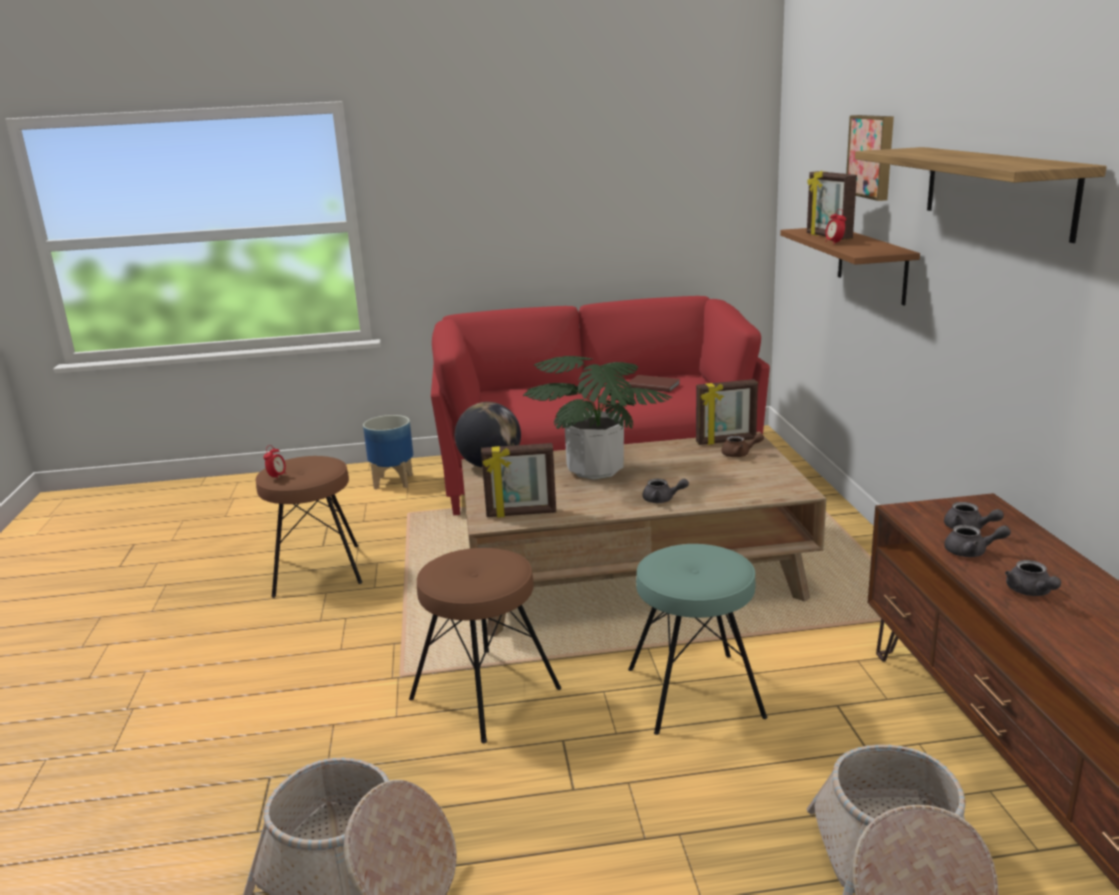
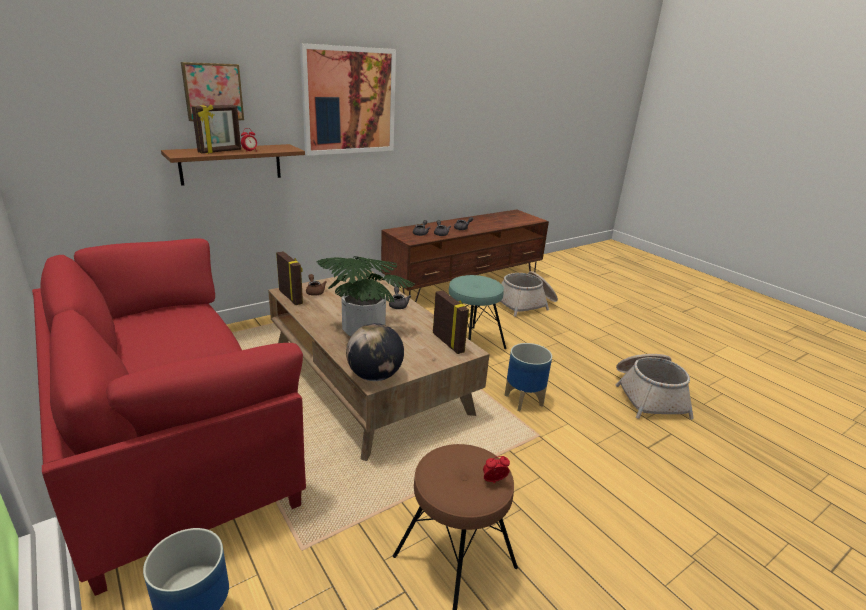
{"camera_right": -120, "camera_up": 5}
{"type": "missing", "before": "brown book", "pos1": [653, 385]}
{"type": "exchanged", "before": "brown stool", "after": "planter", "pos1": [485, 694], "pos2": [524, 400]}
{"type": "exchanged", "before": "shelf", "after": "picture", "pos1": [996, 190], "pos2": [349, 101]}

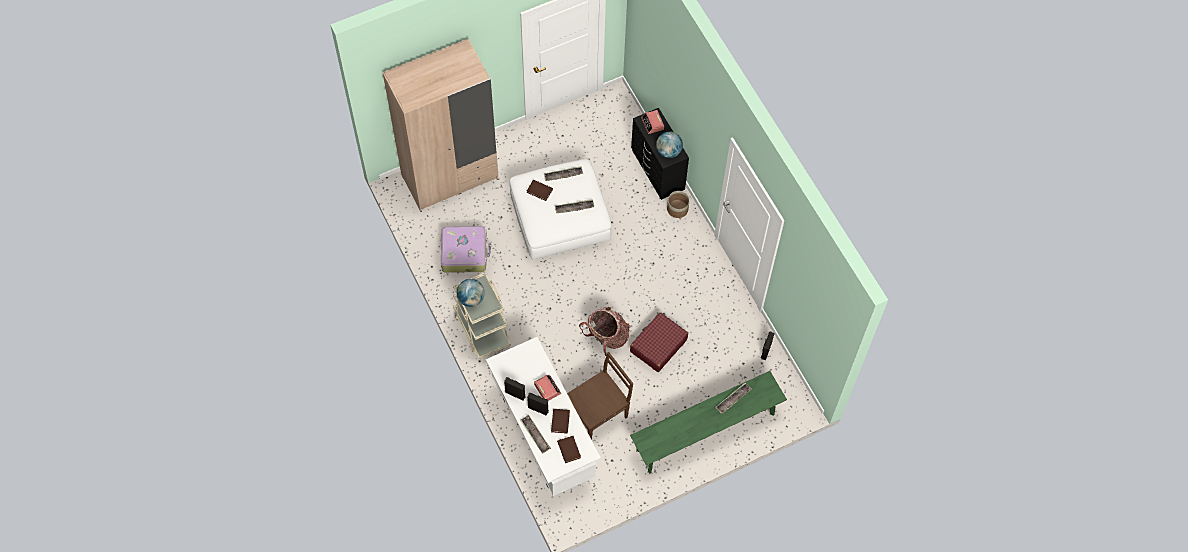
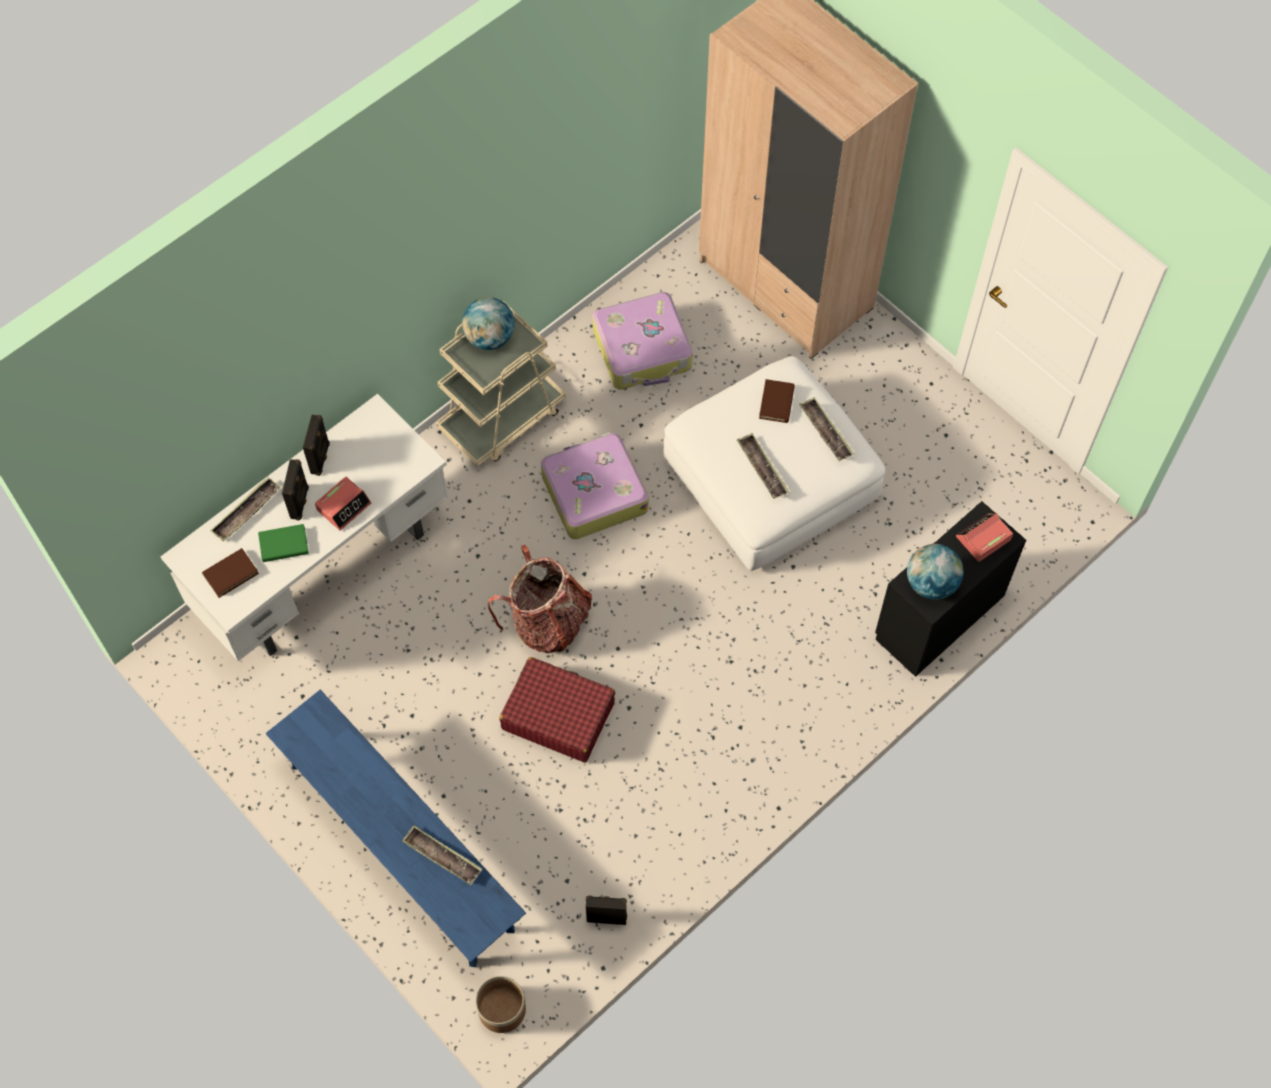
{"camera_right": 75, "camera_up": 0}
{"type": "missing", "before": "brown chair", "pos1": [598, 413]}
{"type": "appeared", "after": "suitcase", "pos2": [593, 493]}
{"type": "relocated", "before": "planter", "pos1": [677, 209], "pos2": [502, 1010]}
{"type": "colour", "before": "brown book", "after": "green book", "pos1": [560, 421], "pos2": [284, 545]}
{"type": "colour", "before": "green bench", "after": "blue bench", "pos1": [705, 432], "pos2": [401, 846]}

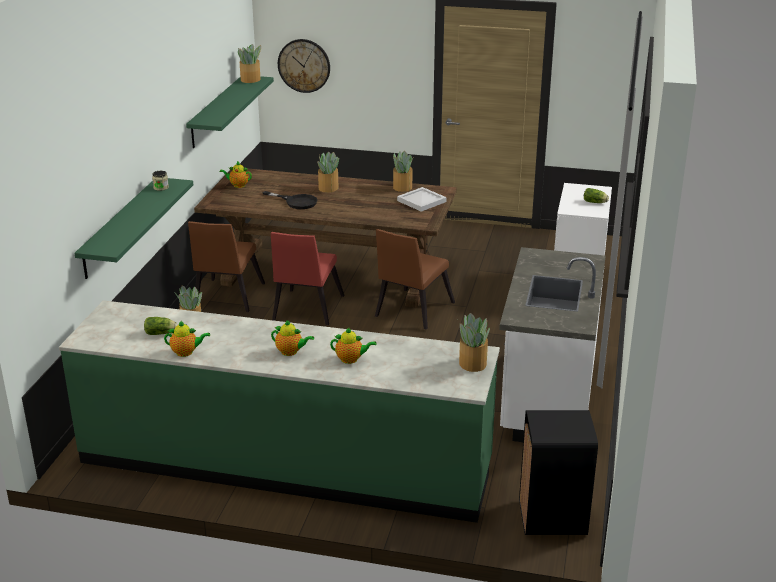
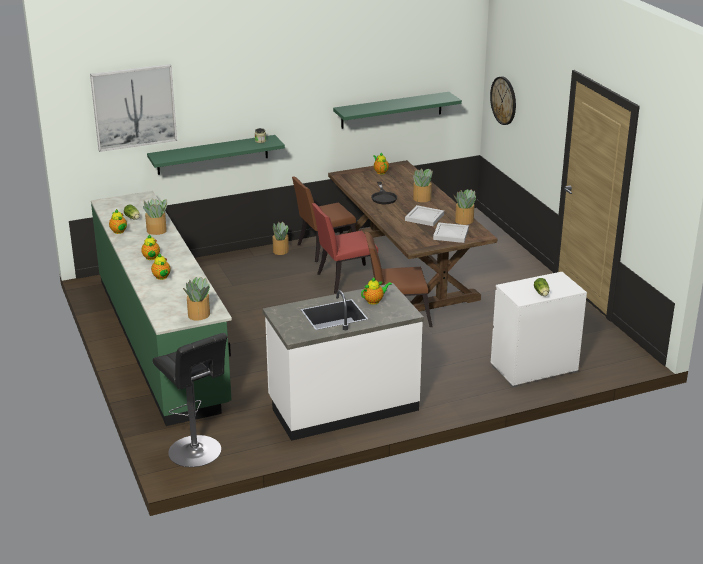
{"camera_right": 55, "camera_up": 0}
{"type": "appeared", "after": "picture", "pos2": [134, 107]}
{"type": "appeared", "after": "teapot", "pos2": [374, 301]}
{"type": "appeared", "after": "white tray", "pos2": [425, 217]}
{"type": "relocated", "before": "potted plant", "pos1": [251, 80], "pos2": [157, 231]}
{"type": "exchanged", "before": "black trash can", "after": "black stool", "pos1": [553, 519], "pos2": [197, 453]}

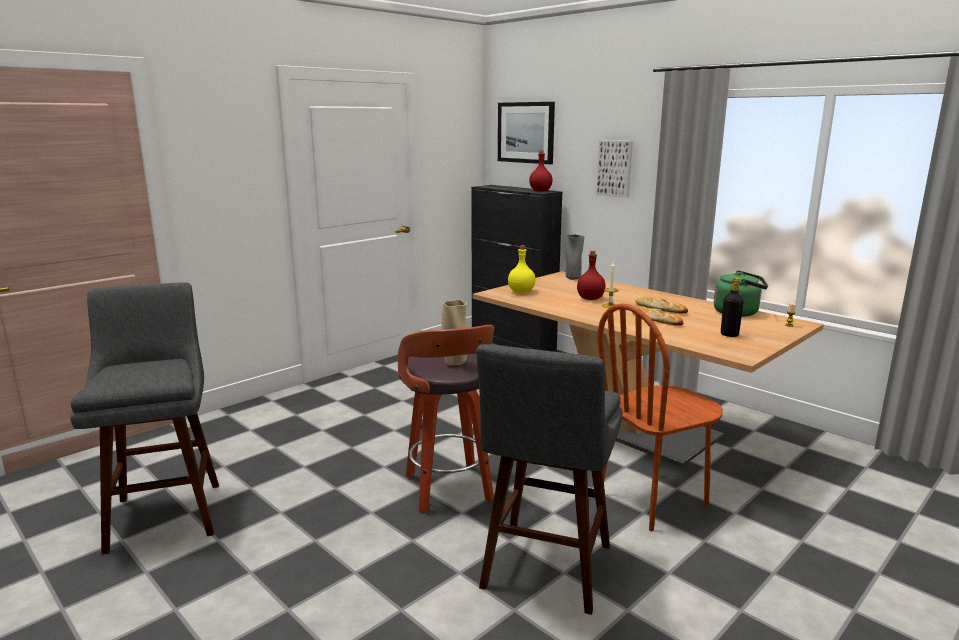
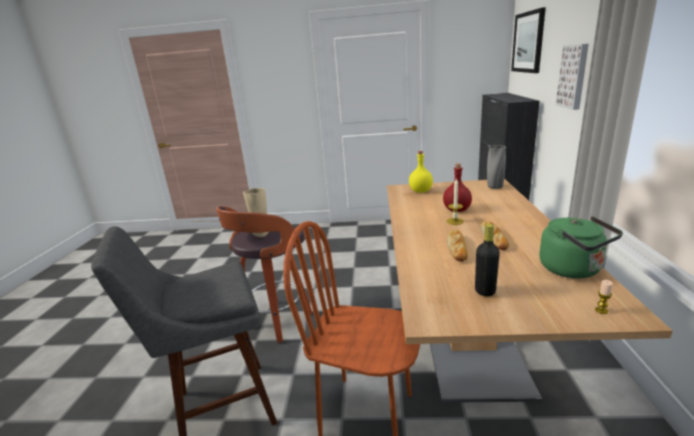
{"camera_right": 50, "camera_up": 5}
{"type": "missing", "before": "grey stool", "pos1": [166, 512]}
{"type": "missing", "before": "red bottle", "pos1": [540, 191]}

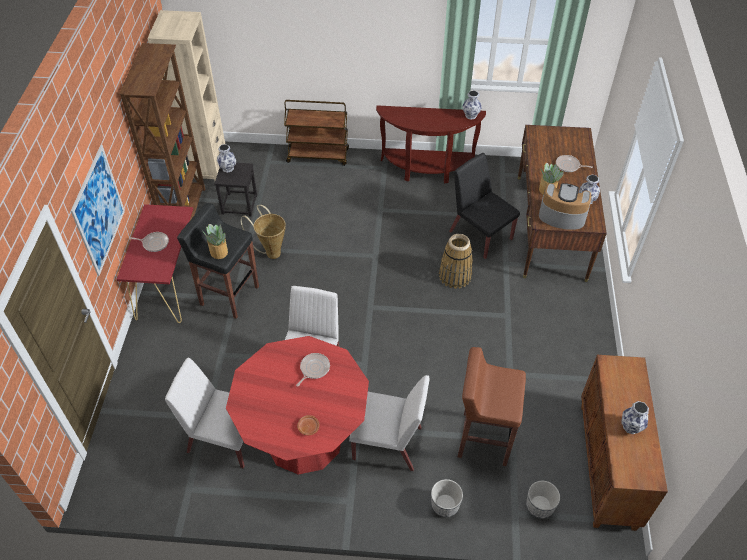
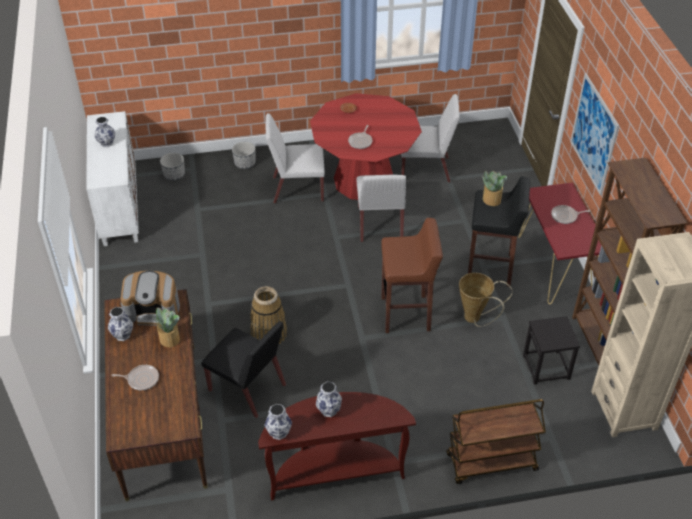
{"camera_right": 165, "camera_up": -5}
{"type": "relocated", "before": "vase", "pos1": [227, 168], "pos2": [329, 410]}
{"type": "relocated", "before": "brown stool", "pos1": [483, 438], "pos2": [406, 314]}
{"type": "colour", "before": "brown cabinet", "after": "white cabinet", "pos1": [608, 466], "pos2": [119, 206]}

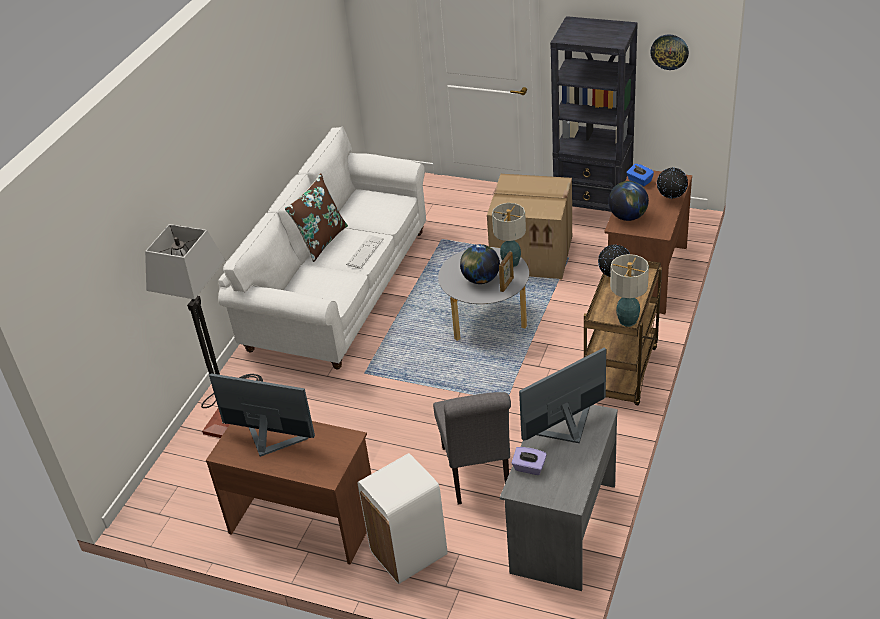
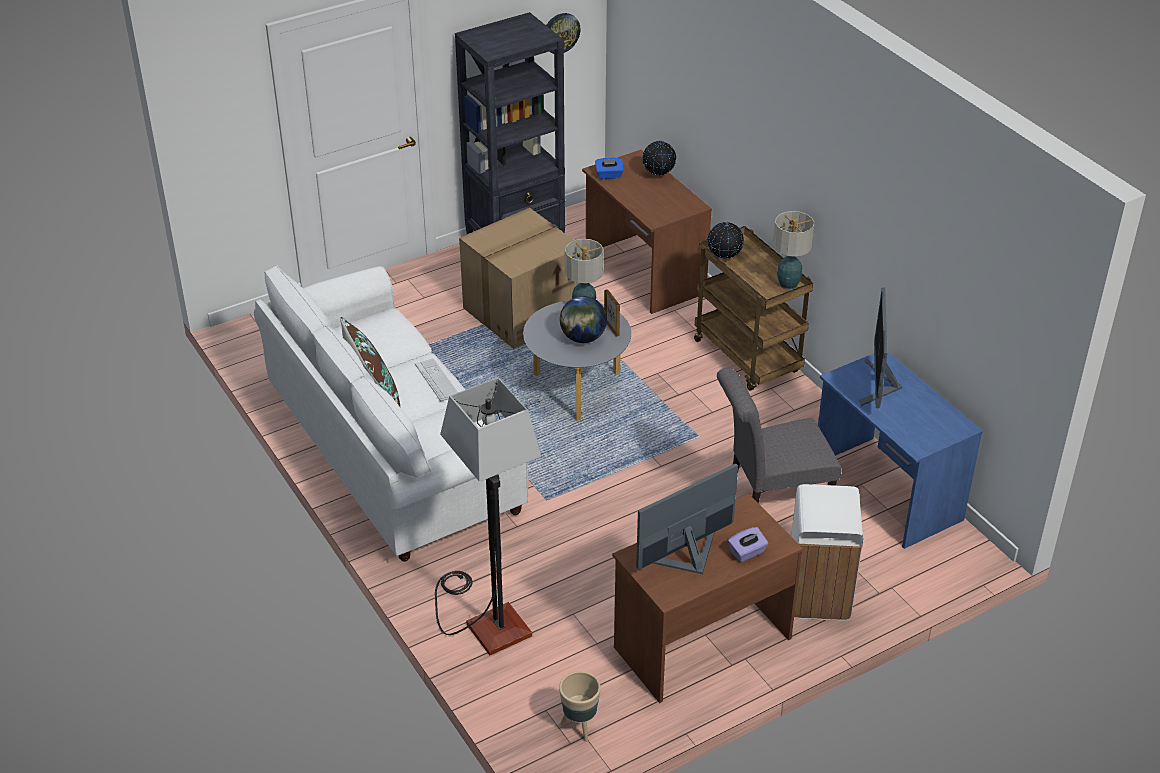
{"camera_right": -55, "camera_up": 0}
{"type": "missing", "before": "globe", "pos1": [628, 216]}
{"type": "appeared", "after": "beige planter", "pos2": [579, 727]}
{"type": "relocated", "before": "purple tissue box", "pos1": [529, 468], "pos2": [747, 553]}
{"type": "colour", "before": "grey desk", "after": "blue desk", "pos1": [562, 528], "pos2": [885, 492]}
{"type": "spun", "before": "grey chair", "pos1": [477, 474], "pos2": [770, 503], "turn": 135}

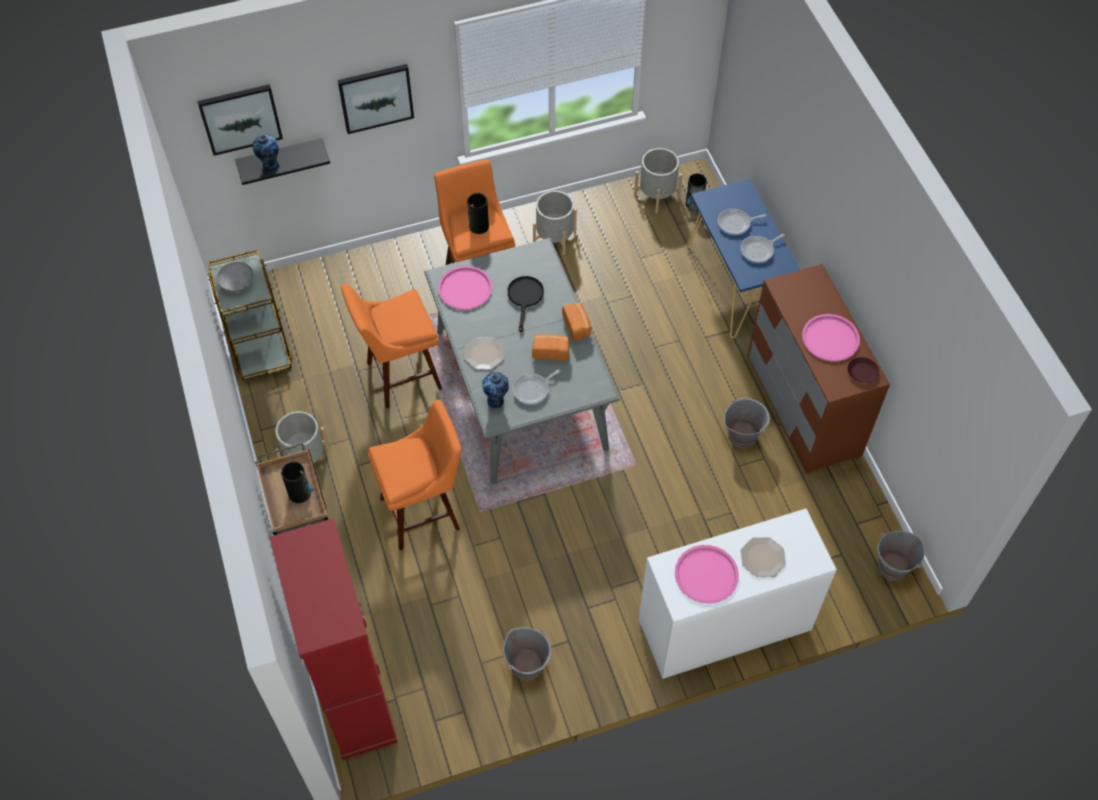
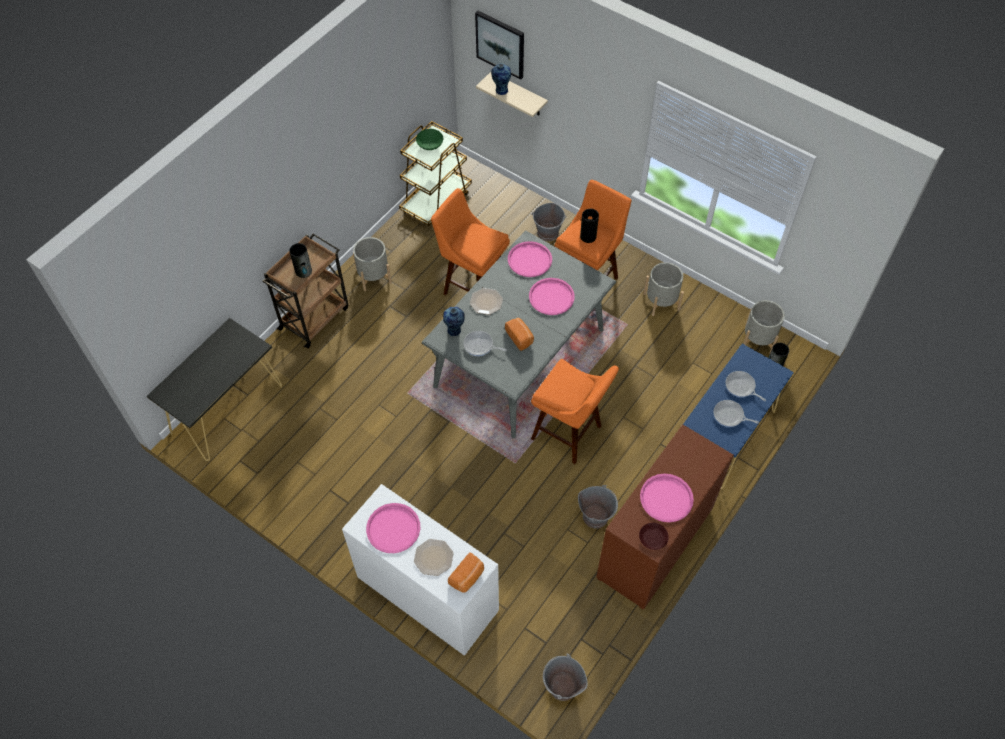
{"camera_right": 55, "camera_up": 0}
{"type": "missing", "before": "picture", "pos1": [376, 97]}
{"type": "relocated", "before": "orange stool", "pos1": [424, 512], "pos2": [569, 434]}
{"type": "relocated", "before": "grey bucket", "pos1": [527, 664], "pos2": [548, 233]}
{"type": "relocated", "before": "bread", "pos1": [577, 326], "pos2": [467, 577]}
{"type": "exchanged", "before": "red cabinet", "after": "black console table", "pos1": [356, 698], "pos2": [227, 409]}
{"type": "exchanged", "before": "black frying pan", "after": "pink tray", "pos1": [525, 298], "pos2": [551, 297]}
{"type": "colour", "before": "grey bowl", "after": "green bowl", "pos1": [237, 284], "pos2": [430, 145]}
{"type": "colour", "before": "black shelf", "after": "beige shelf", "pos1": [281, 159], "pos2": [519, 95]}

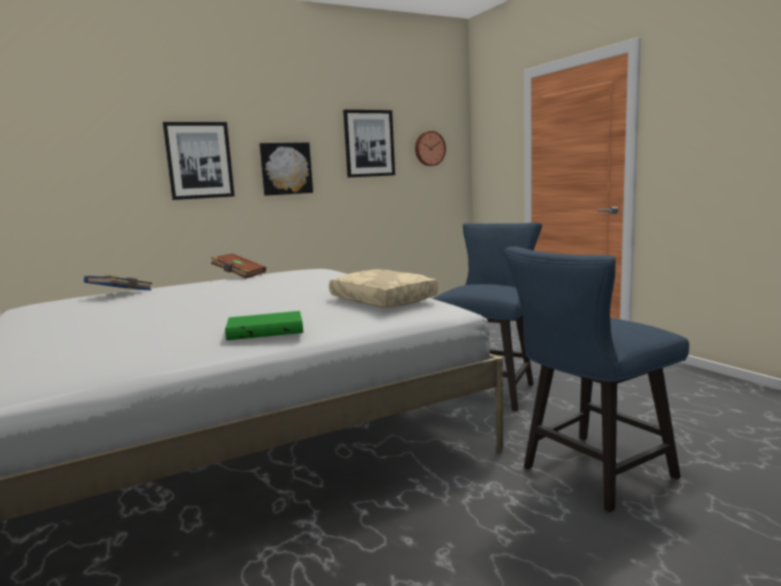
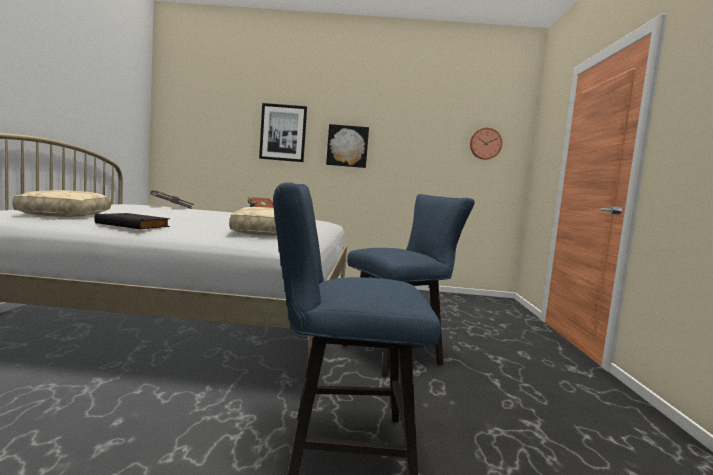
{"camera_right": 30, "camera_up": -5}
{"type": "missing", "before": "picture", "pos1": [369, 143]}
{"type": "appeared", "after": "beige pillow", "pos2": [65, 214]}
{"type": "colour", "before": "green book", "after": "black book", "pos1": [266, 330], "pos2": [134, 225]}

